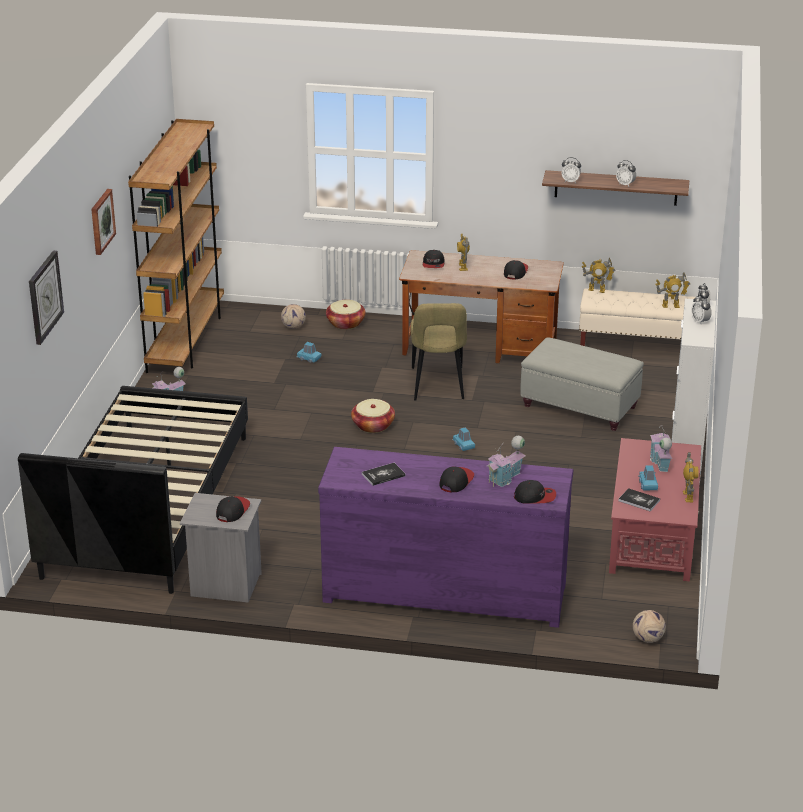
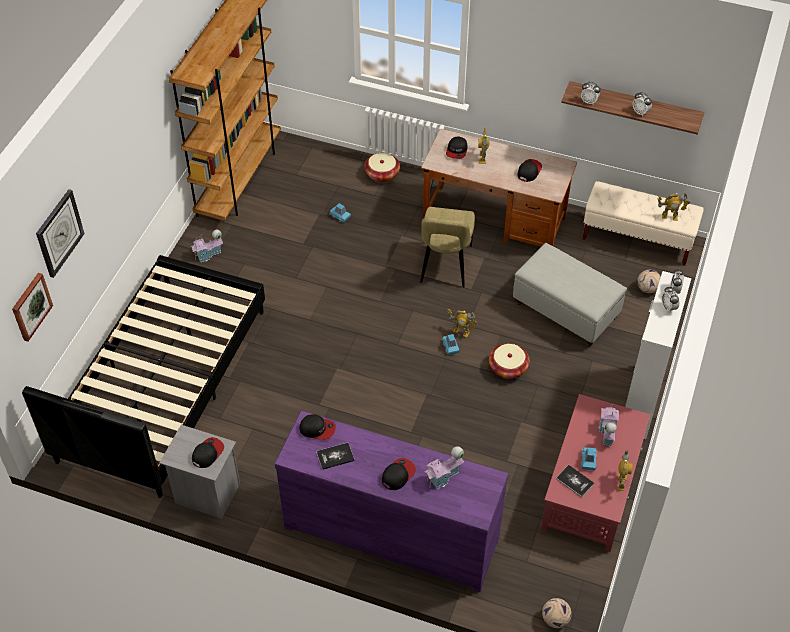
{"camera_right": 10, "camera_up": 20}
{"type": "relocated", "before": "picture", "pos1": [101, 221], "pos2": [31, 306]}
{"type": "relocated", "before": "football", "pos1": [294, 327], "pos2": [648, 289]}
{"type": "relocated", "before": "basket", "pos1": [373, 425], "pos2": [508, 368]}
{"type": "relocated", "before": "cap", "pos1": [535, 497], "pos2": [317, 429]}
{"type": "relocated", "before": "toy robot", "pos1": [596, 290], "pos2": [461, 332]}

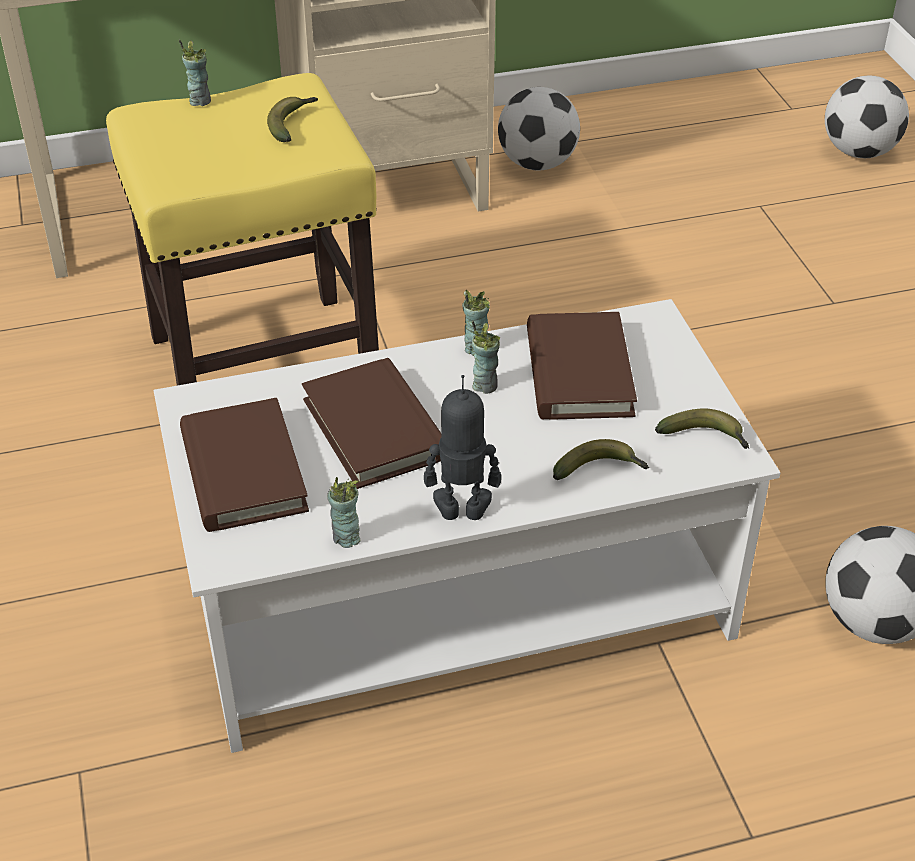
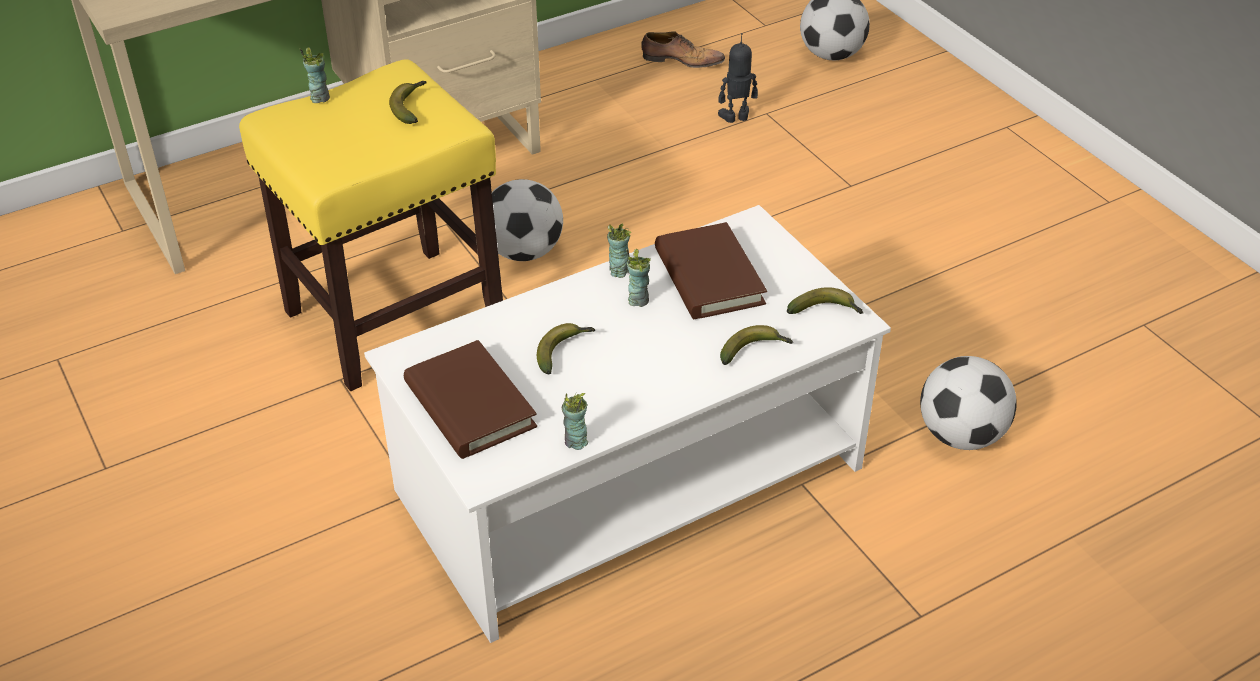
{"camera_right": -15, "camera_up": 0}
{"type": "appeared", "after": "shoe", "pos2": [681, 60]}
{"type": "relocated", "before": "toy robot", "pos1": [462, 512], "pos2": [736, 118]}
{"type": "relocated", "before": "football", "pos1": [537, 164], "pos2": [524, 252]}
{"type": "exchanged", "before": "brown book", "after": "banana", "pos1": [375, 429], "pos2": [563, 351]}

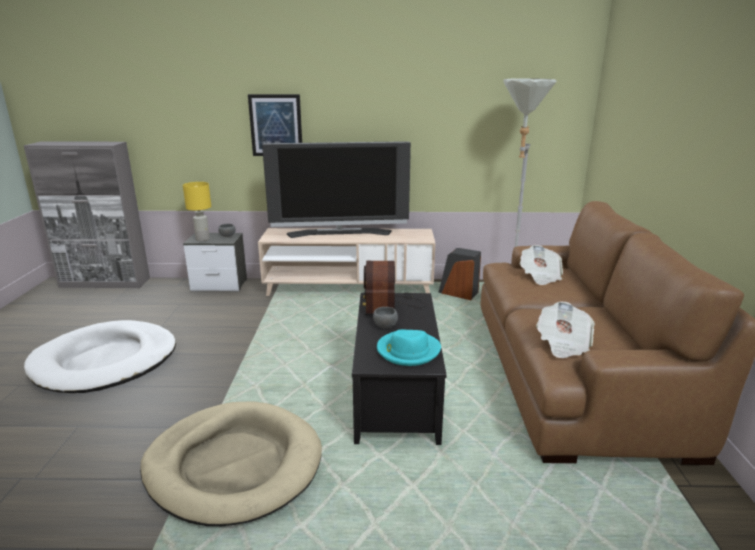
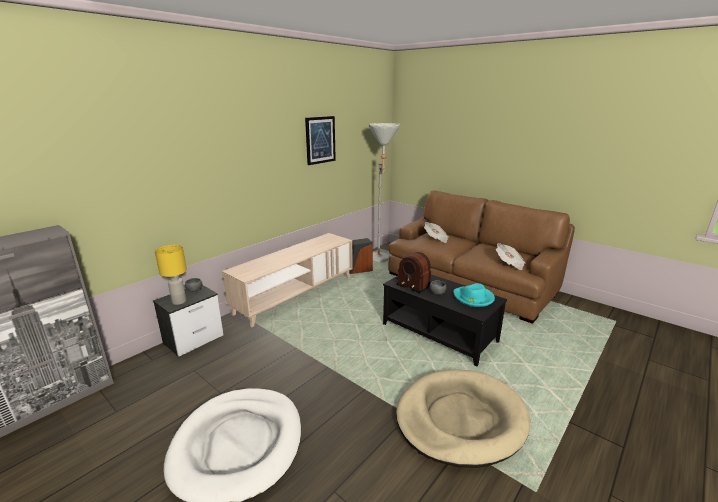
{"camera_right": -50, "camera_up": 0}
{"type": "missing", "before": "television", "pos1": [340, 233]}
{"type": "relocated", "before": "picture", "pos1": [276, 125], "pos2": [320, 140]}

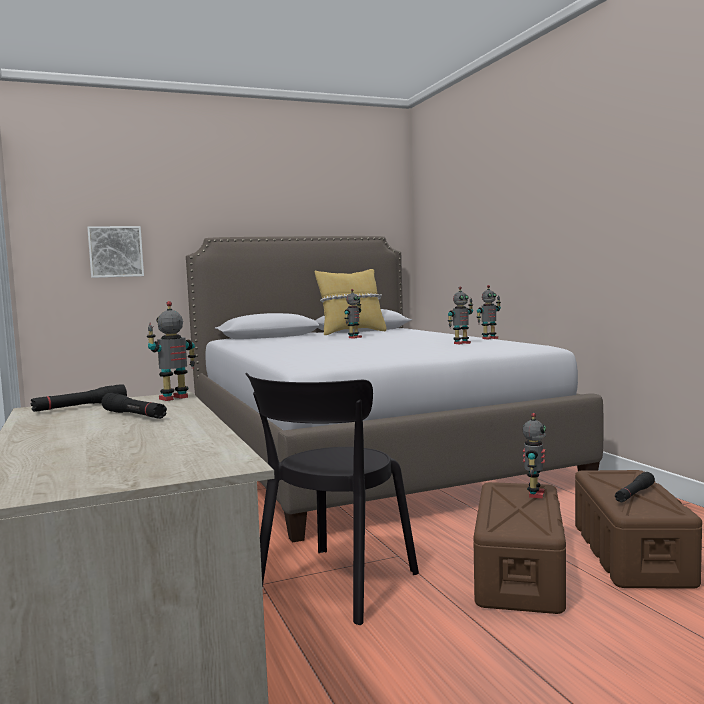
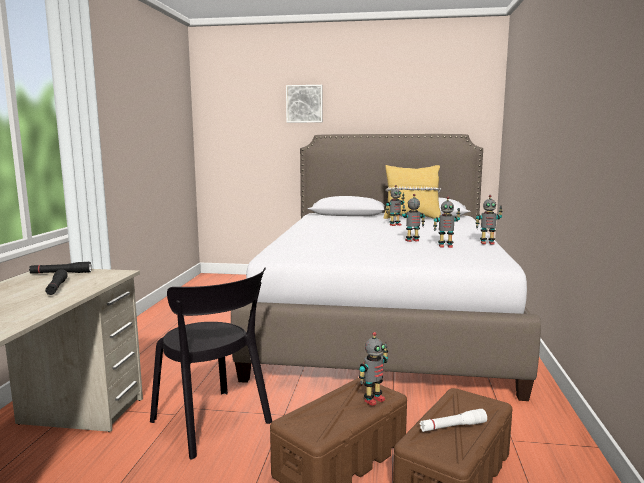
{"camera_right": 30, "camera_up": 5}
{"type": "relocated", "before": "picture", "pos1": [115, 252], "pos2": [304, 104]}
{"type": "relocated", "before": "toy robot", "pos1": [174, 398], "pos2": [412, 241]}
{"type": "colour", "before": "black flashlight", "after": "white flashlight", "pos1": [634, 494], "pos2": [452, 427]}
{"type": "spun", "before": "black chair", "pos1": [333, 586], "pos2": [213, 424], "turn": -105}

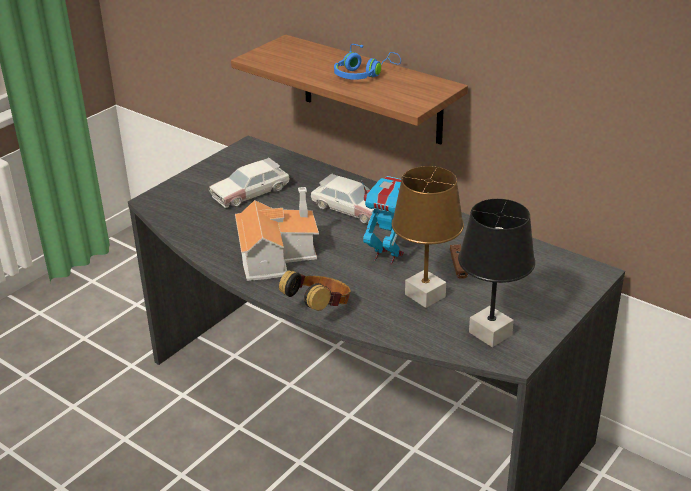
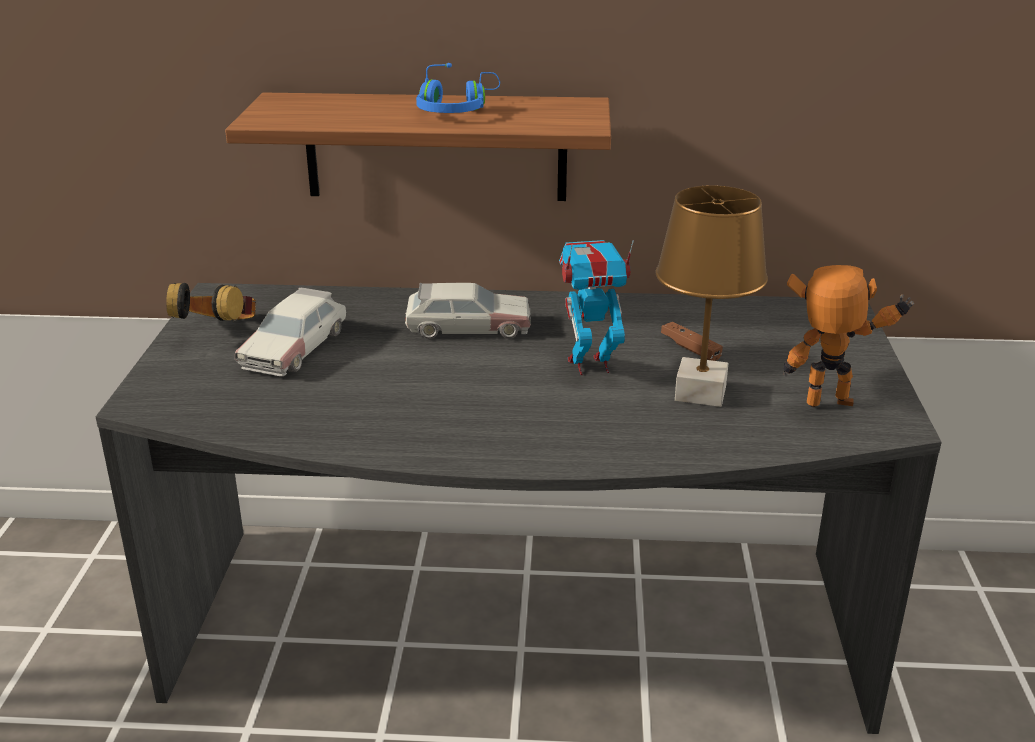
{"camera_right": -35, "camera_up": -5}
{"type": "missing", "before": "toy house", "pos1": [276, 254]}
{"type": "relocated", "before": "headphones", "pos1": [319, 309], "pos2": [219, 334]}
{"type": "exchanged", "before": "black table lamp", "after": "toy robot", "pos1": [489, 333], "pos2": [832, 408]}

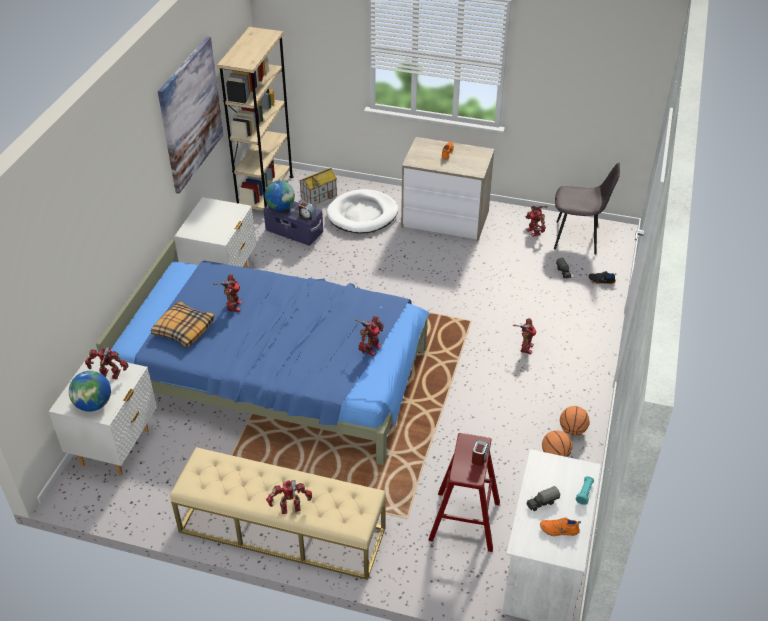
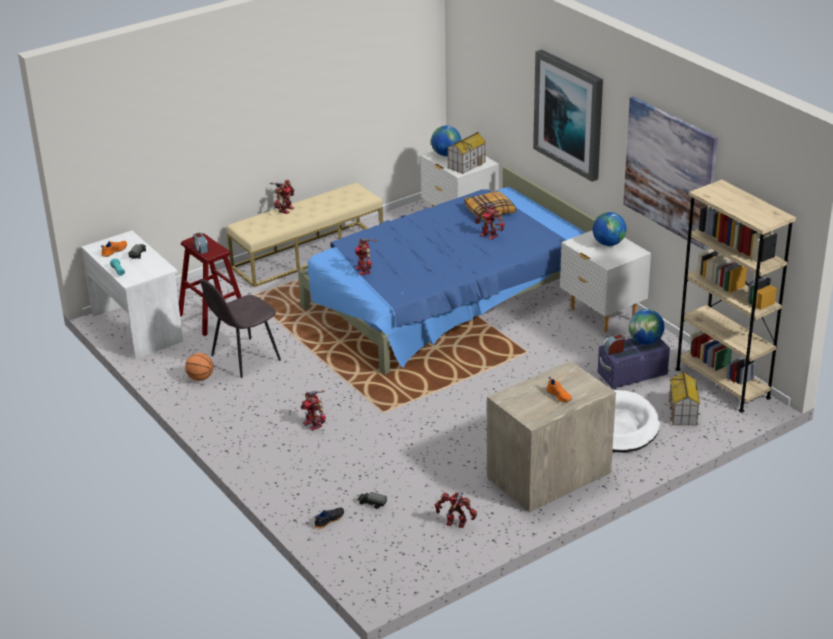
{"camera_right": 130, "camera_up": -10}
{"type": "missing", "before": "basketball", "pos1": [572, 430]}
{"type": "appeared", "after": "picture", "pos2": [569, 114]}
{"type": "appeared", "after": "globe", "pos2": [608, 243]}
{"type": "relocated", "before": "grey chair", "pos1": [577, 238], "pos2": [244, 358]}
{"type": "exchanged", "before": "toy robot", "after": "toy house", "pos1": [110, 375], "pos2": [466, 164]}

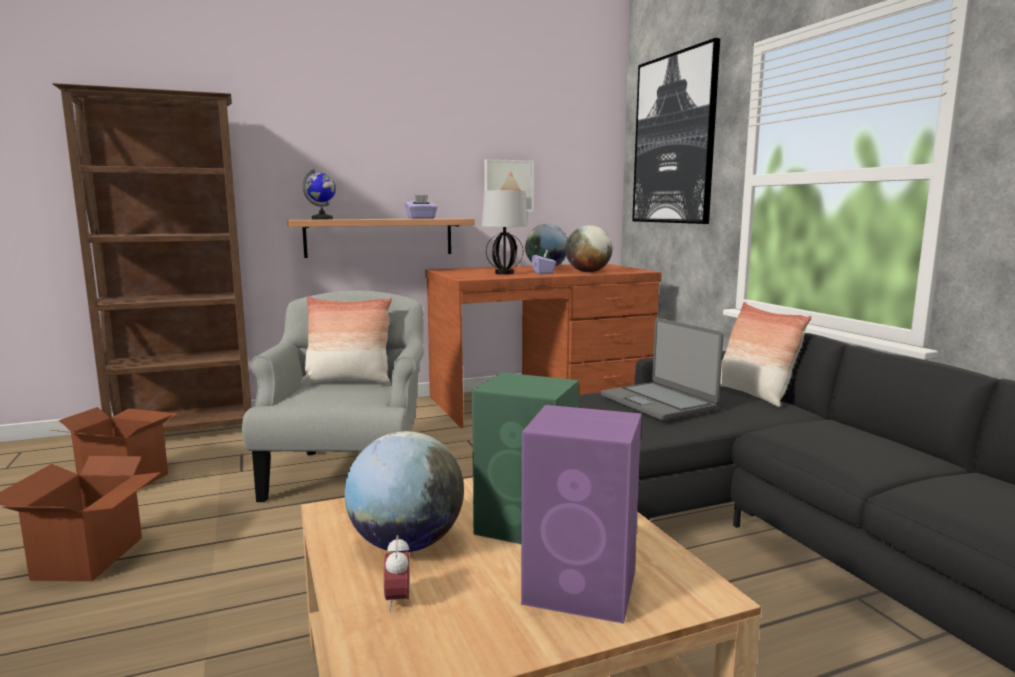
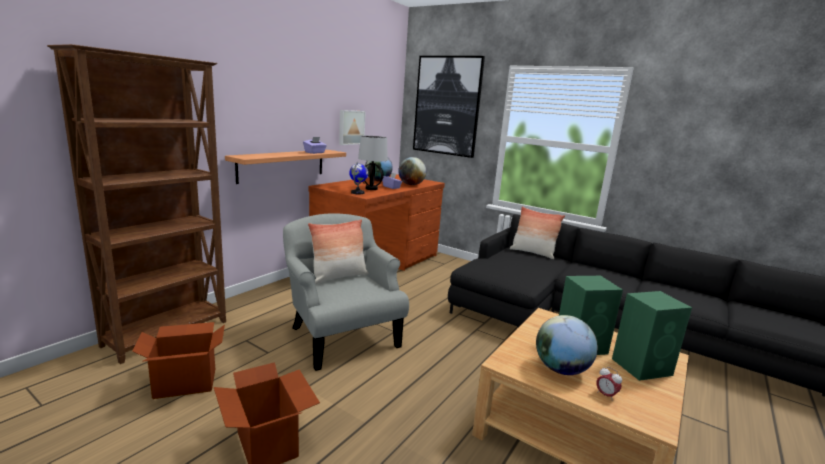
{"camera_right": -35, "camera_up": 5}
{"type": "missing", "before": "laptop", "pos1": [658, 402]}
{"type": "relocated", "before": "globe", "pos1": [322, 219], "pos2": [358, 193]}
{"type": "colour", "before": "purple speaker", "after": "green speaker", "pos1": [583, 589], "pos2": [642, 367]}

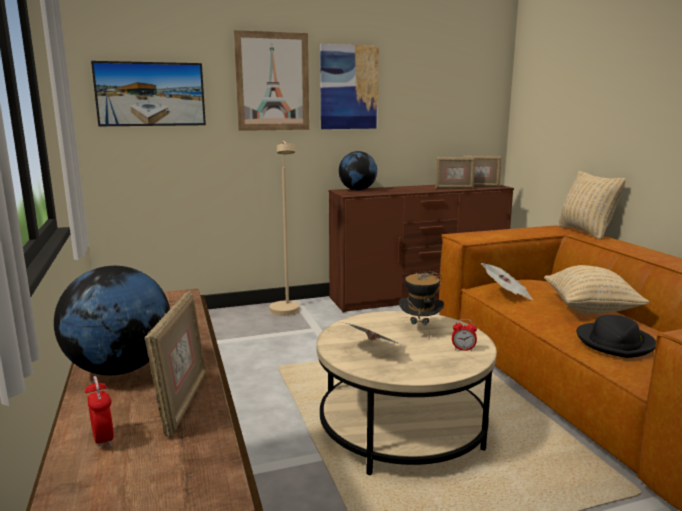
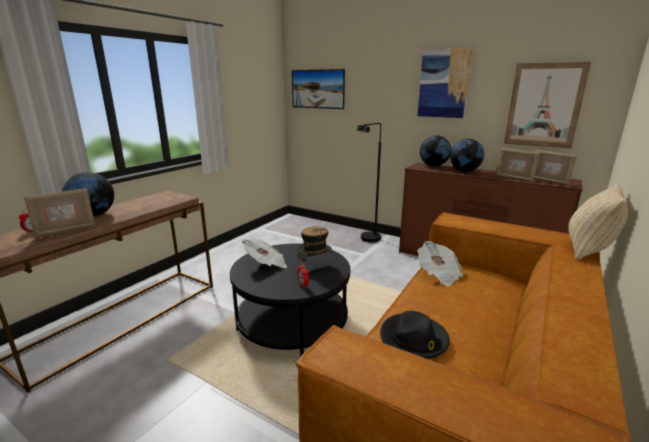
{"camera_right": 50, "camera_up": 5}
{"type": "missing", "before": "beige pillow", "pos1": [590, 309]}
{"type": "appeared", "after": "globe", "pos2": [464, 171]}
{"type": "relocated", "before": "picture", "pos1": [272, 82], "pos2": [544, 105]}
{"type": "colour", "before": "beige floor lamp", "after": "black floor lamp", "pos1": [286, 313], "pos2": [367, 240]}
{"type": "colour", "before": "beige coffee table", "after": "black coffee table", "pos1": [402, 428], "pos2": [292, 322]}

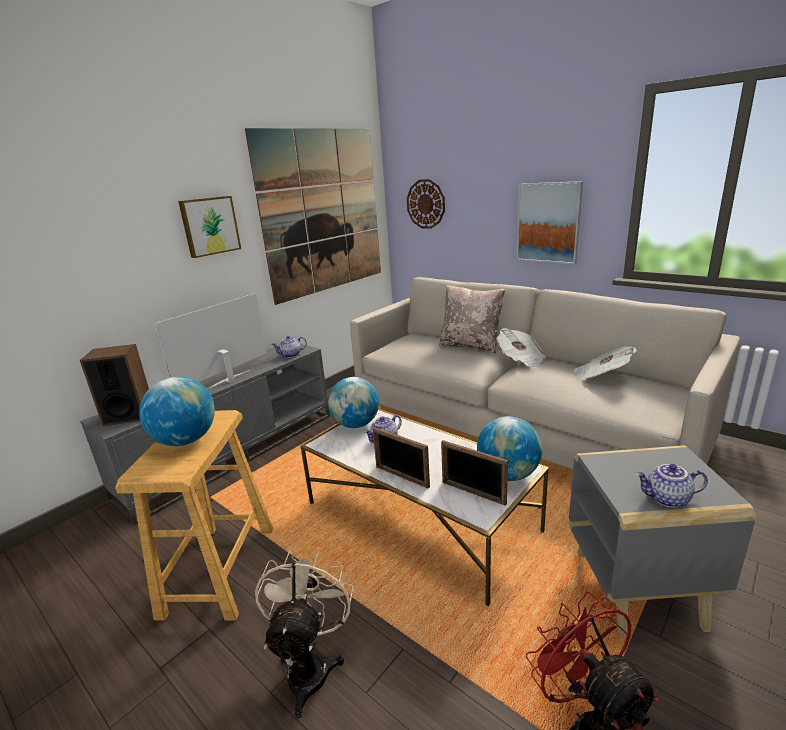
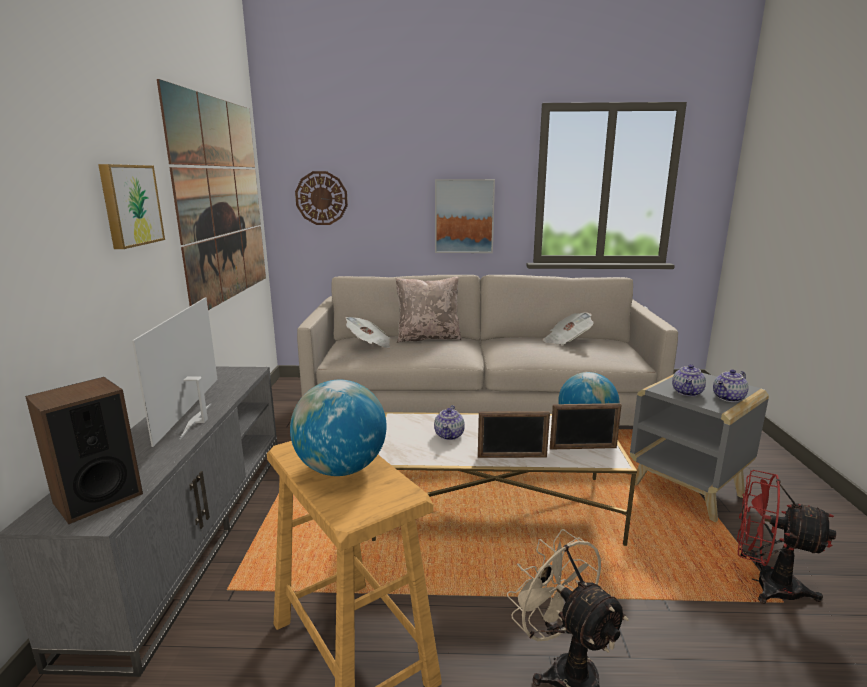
{"camera_right": -40, "camera_up": -5}
{"type": "missing", "before": "globe", "pos1": [356, 424]}
{"type": "relocated", "before": "teapot", "pos1": [290, 355], "pos2": [687, 392]}
{"type": "relocated", "before": "newspaper", "pos1": [521, 360], "pos2": [369, 344]}

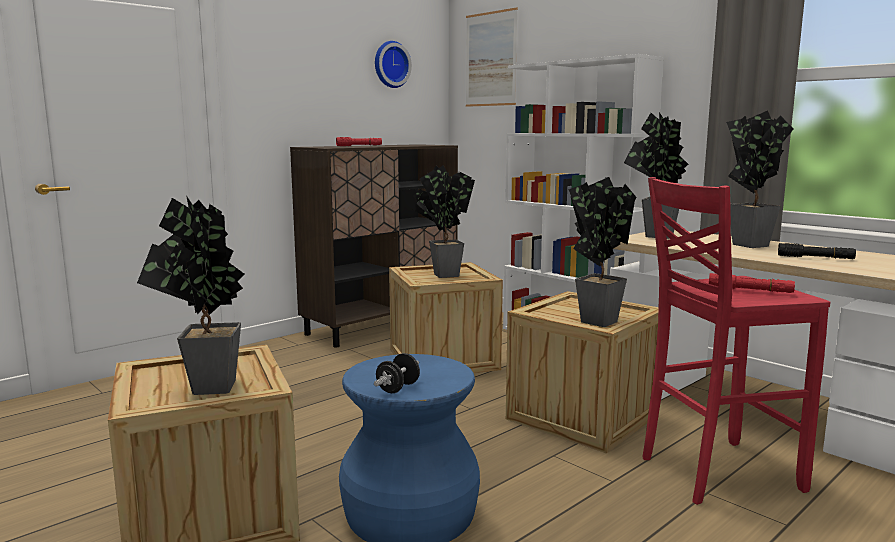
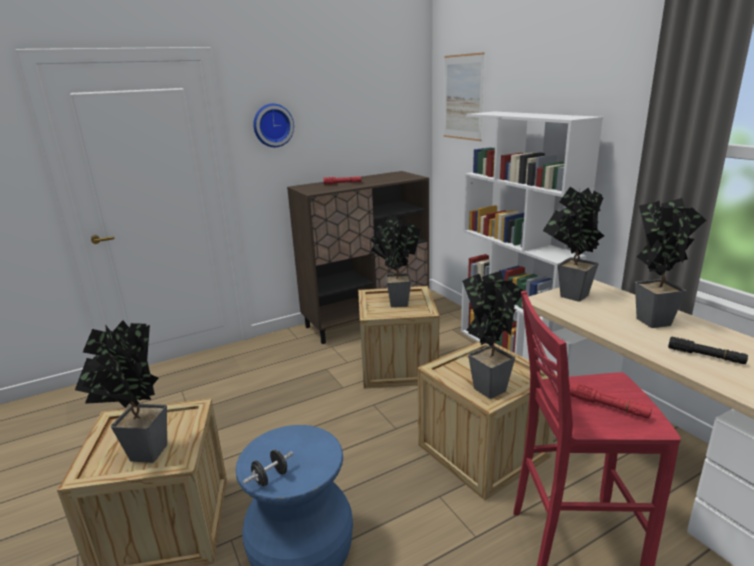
{"camera_right": 15, "camera_up": 10}
{"type": "relocated", "before": "wall clock", "pos1": [390, 64], "pos2": [272, 125]}

